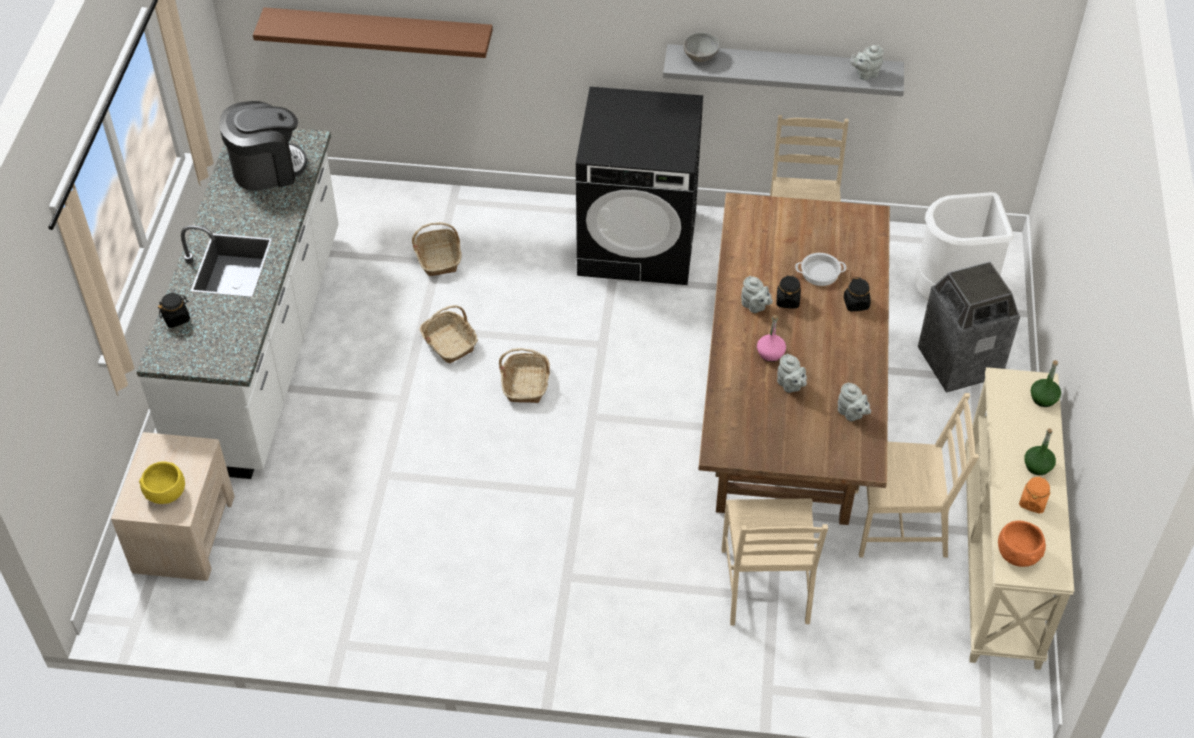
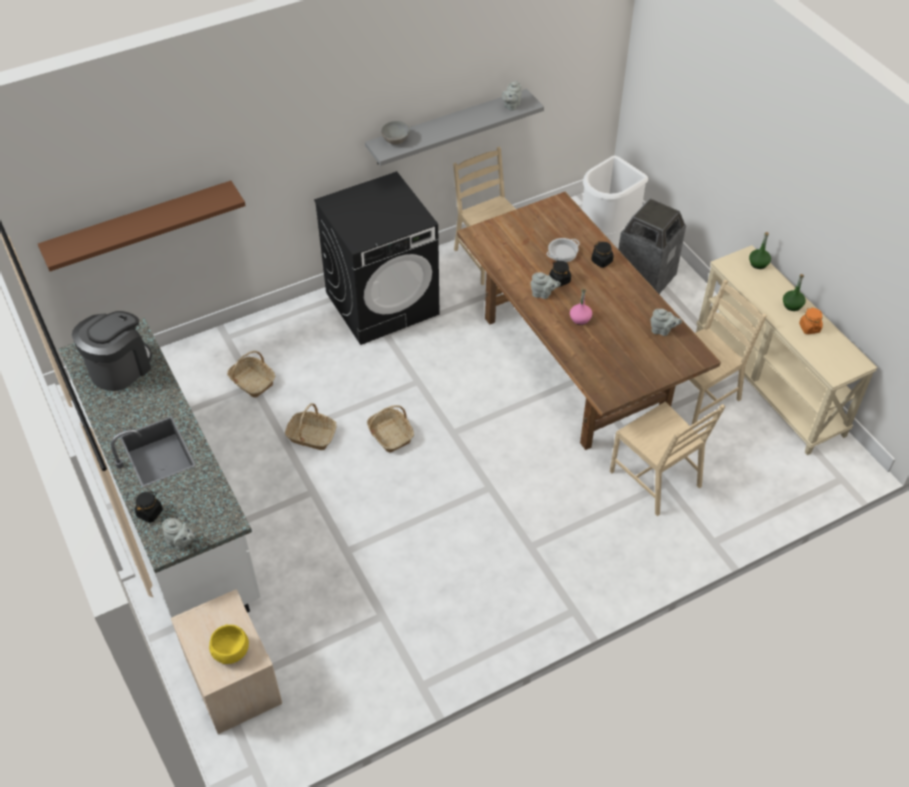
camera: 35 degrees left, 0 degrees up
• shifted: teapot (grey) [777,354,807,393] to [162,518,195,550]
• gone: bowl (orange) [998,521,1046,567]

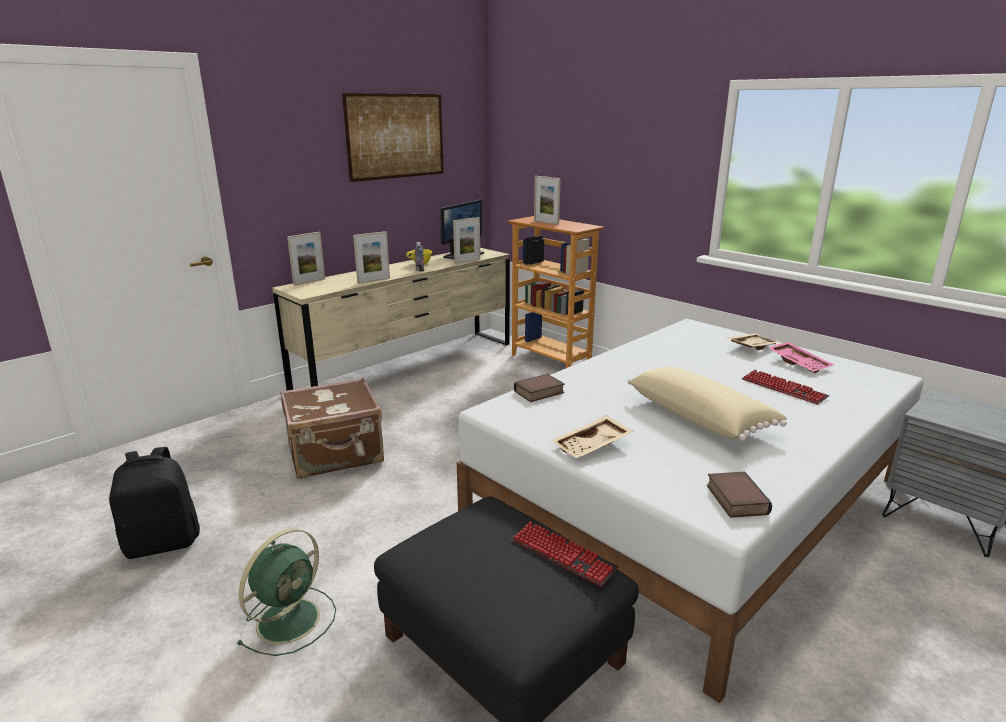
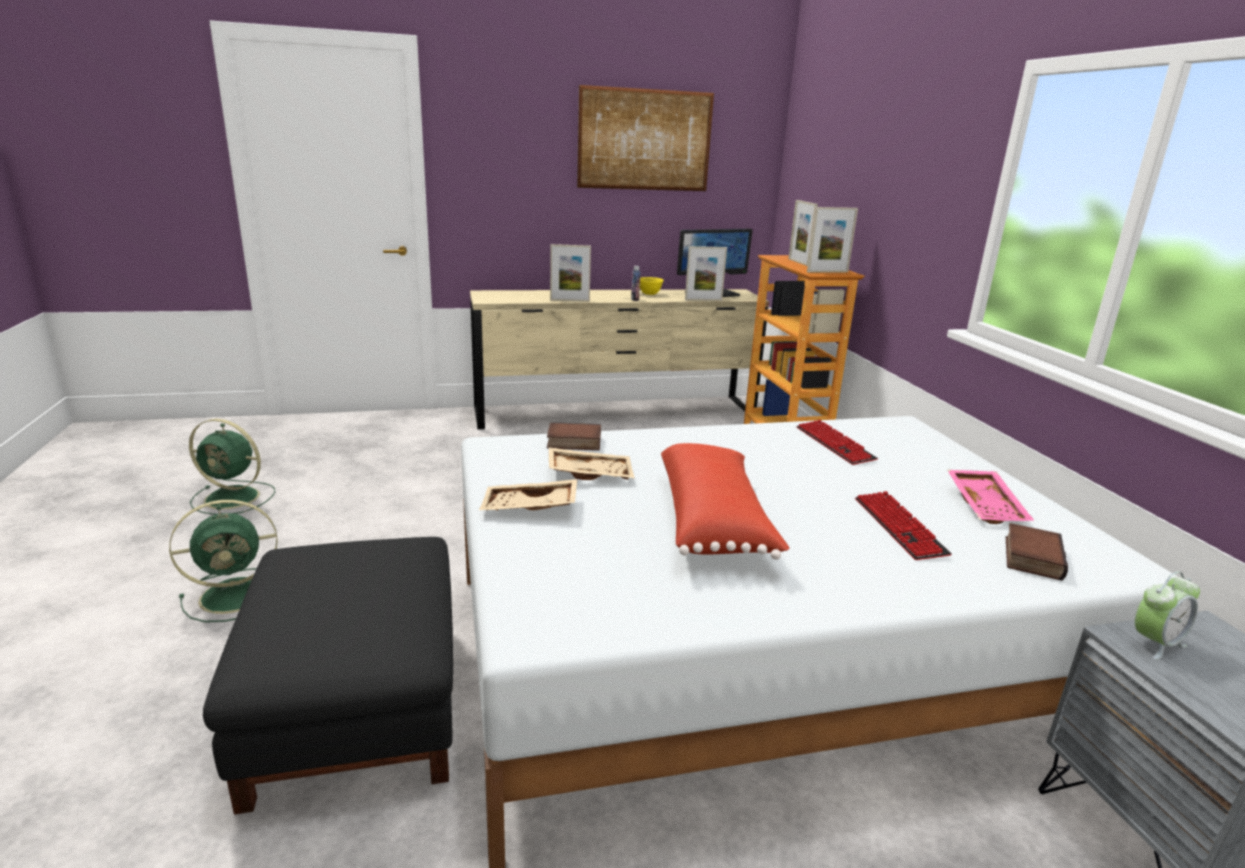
camera: 30 degrees right, 0 degrees up
• swapped: backpack (black) [109,447,200,559] to fan (green) [189,419,275,515]
• shifted: tray (beige) [726,333,780,350] to [549,447,635,480]
• repainted: pillow (beige) [628,367,787,441] to pillow (red) [661,443,789,560]
• shifted: keyboard [512,521,618,587] to [797,420,878,465]
• shifted: picture frame [287,232,325,286] to [807,207,858,273]
• shifted: book [707,472,772,518] to [1006,523,1068,581]
• new: alarm clock [1135,571,1200,660]
• gone: suitcase (brown) [280,378,384,479]

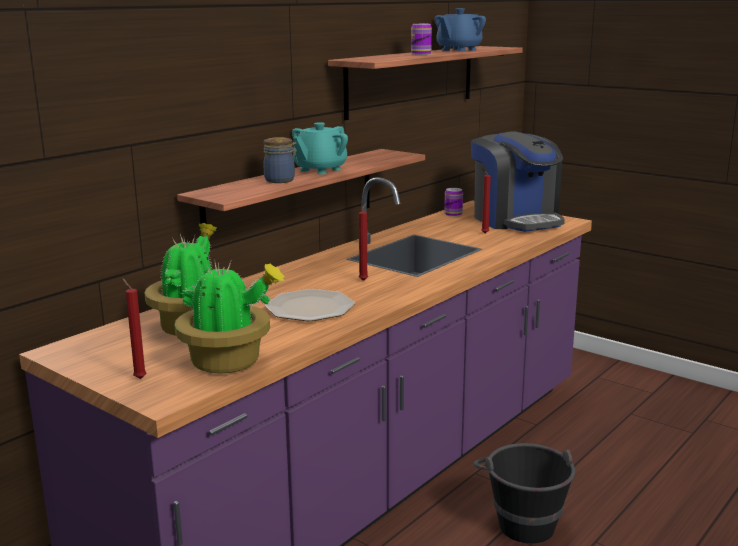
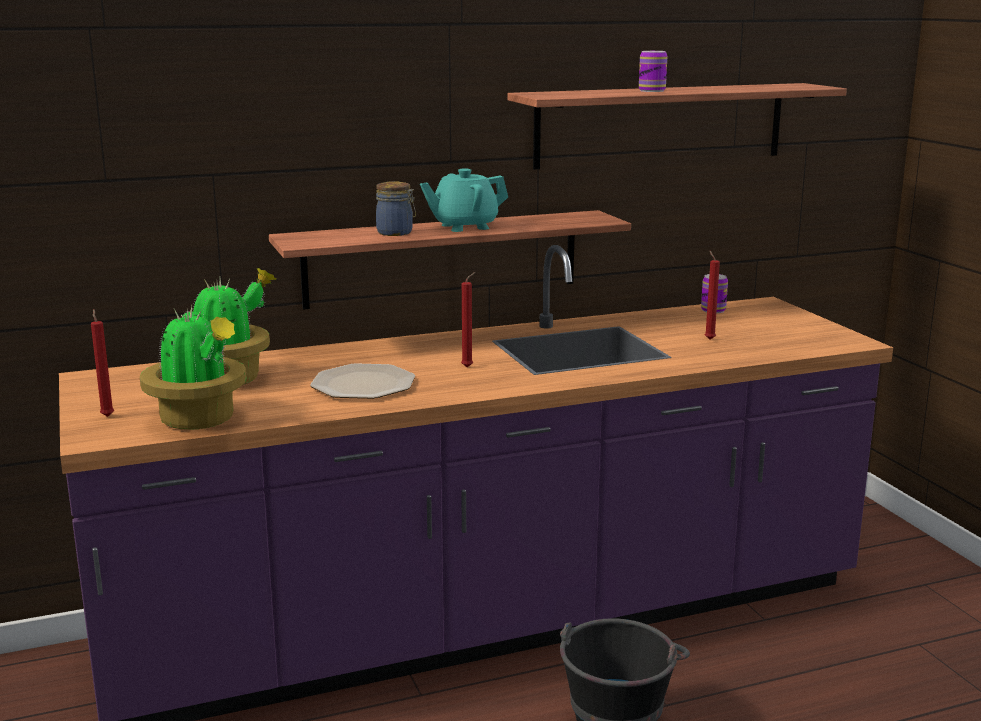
camera: 30 degrees right, 0 degrees up
• gone: teapot (blue) [435,8,486,52]
• gone: coffee machine [471,131,565,232]

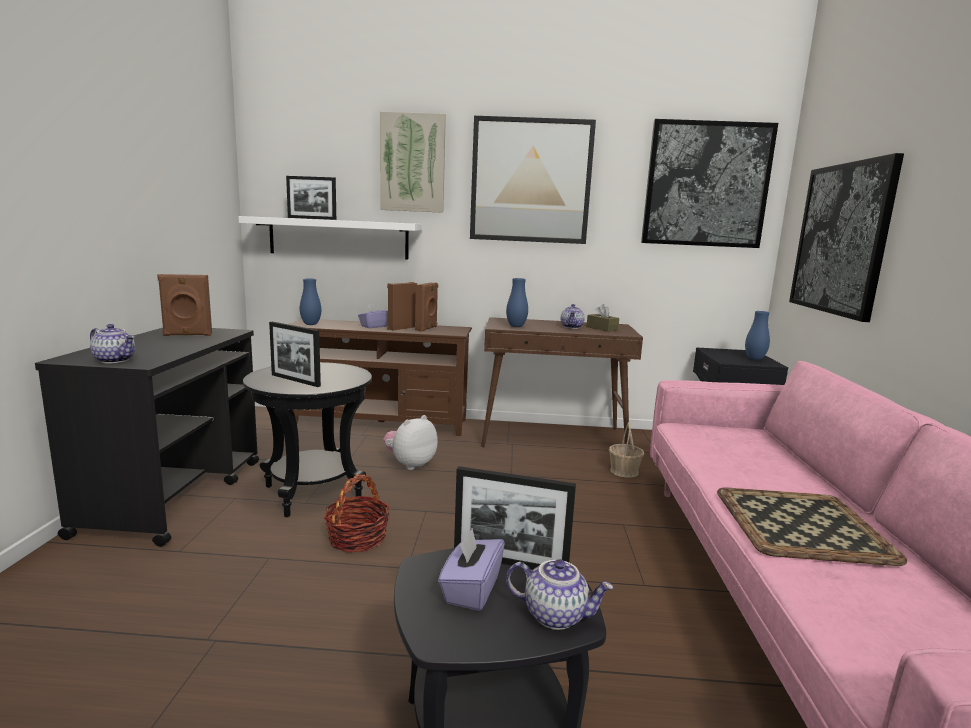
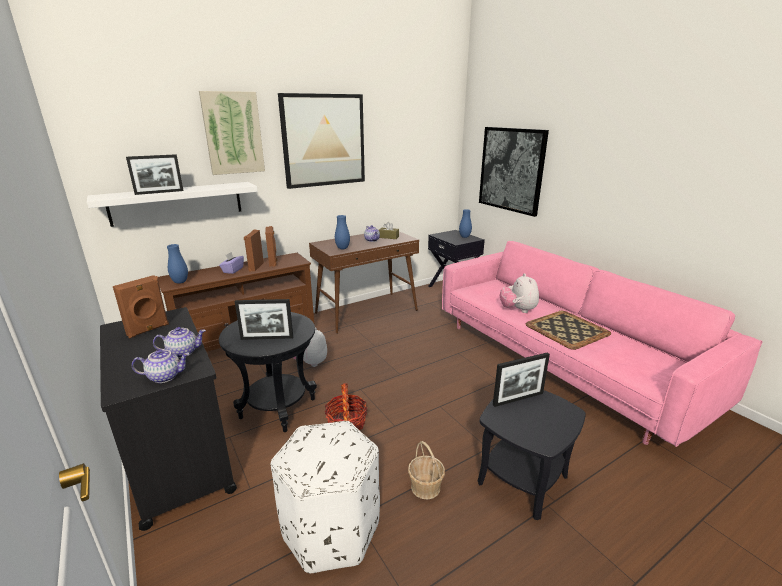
camera: 35 degrees left, 10 degrees up
• shifted: teapot [506,559,613,630] to [153,327,206,358]
• new: ottoman (white) [271,421,380,573]
• shifted: basket [609,422,644,478] to [408,441,445,500]
• new: plush toy [500,273,539,313]
• gone: tissue box (purple) [438,528,505,611]
• gone: picture [641,119,778,248]

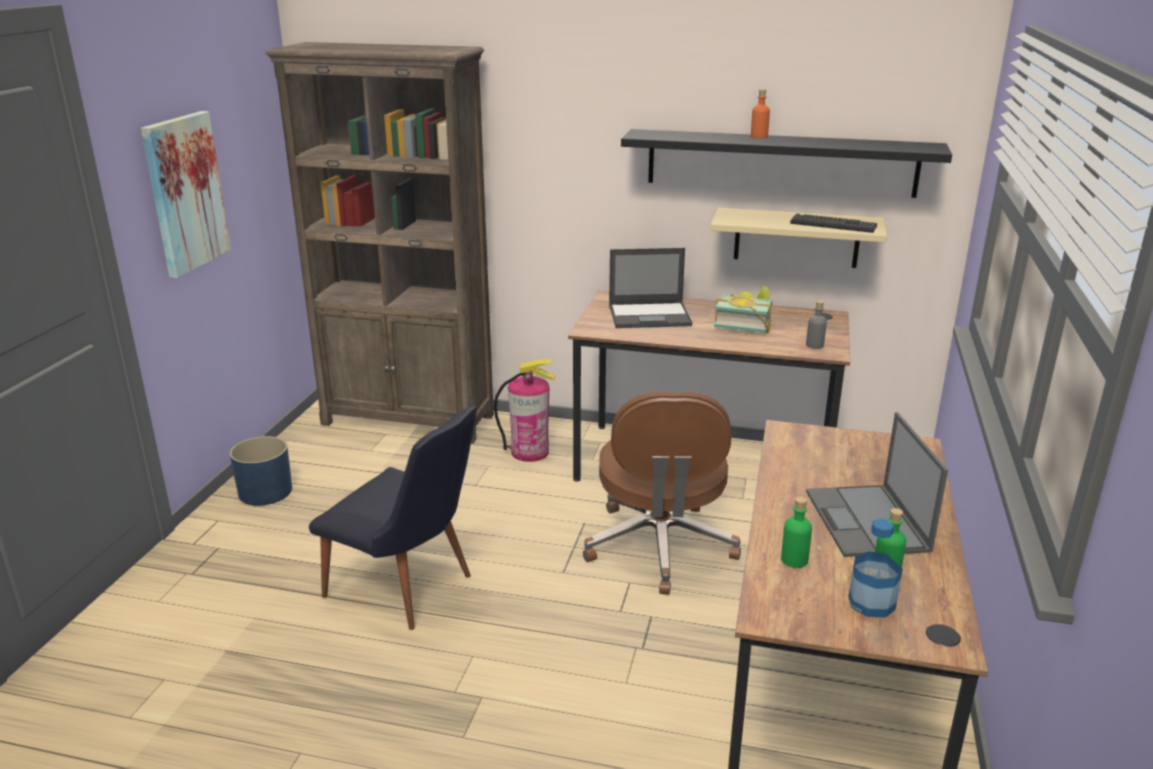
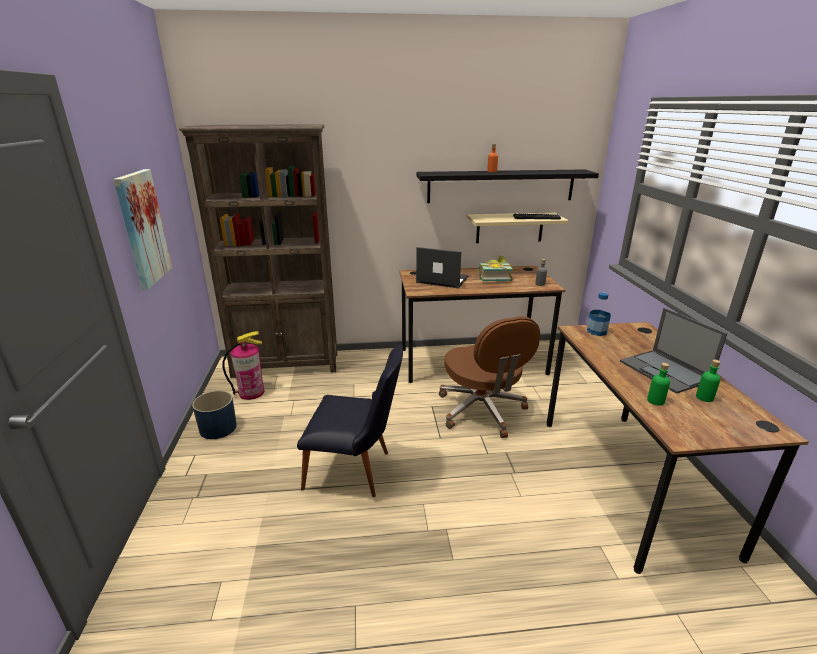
camera: 20 degrees left, 0 degrees up
• shifted: fire extinguisher [494,359,555,462] to [223,331,264,400]
• rotated: laptop [609,248,693,328] = [416,247,468,288] 135 degrees counterclockwise
• shifted: bottle [848,518,903,618] to [587,292,611,336]

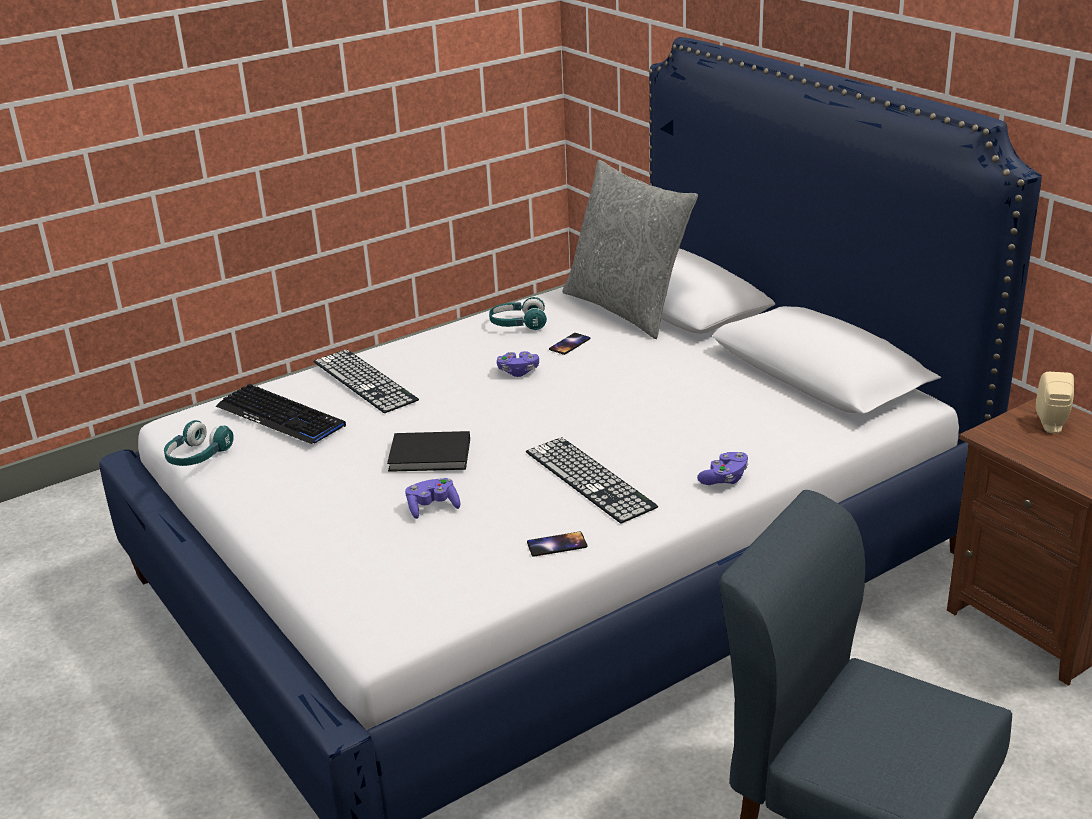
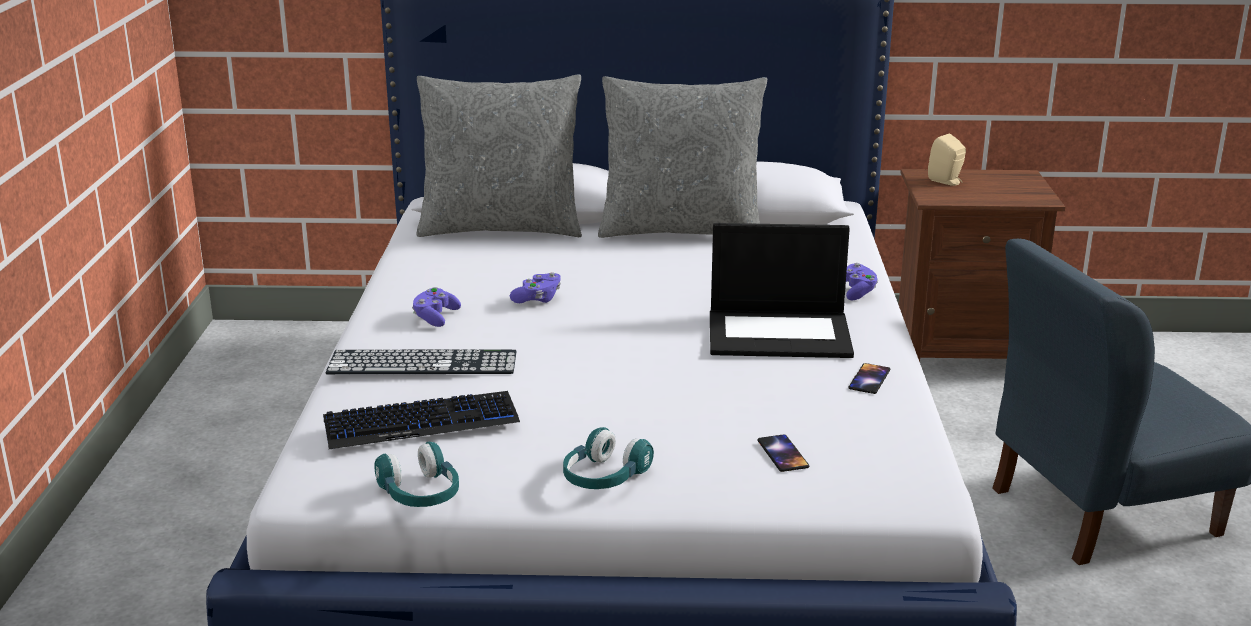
camera: 55 degrees left, 5 degrees down
• shifted: game controller (purple) [405,478,460,519] to [412,287,461,327]
• shifted: headphones (turquoise) [489,297,547,330] to [563,427,654,489]
• new: pillow (grey) [598,76,767,238]
• swapped: keyboard [526,437,658,523] to laptop [710,223,854,358]
• shifted: phone [549,333,590,355] to [757,434,809,472]
• gone: book (black) [387,431,470,472]

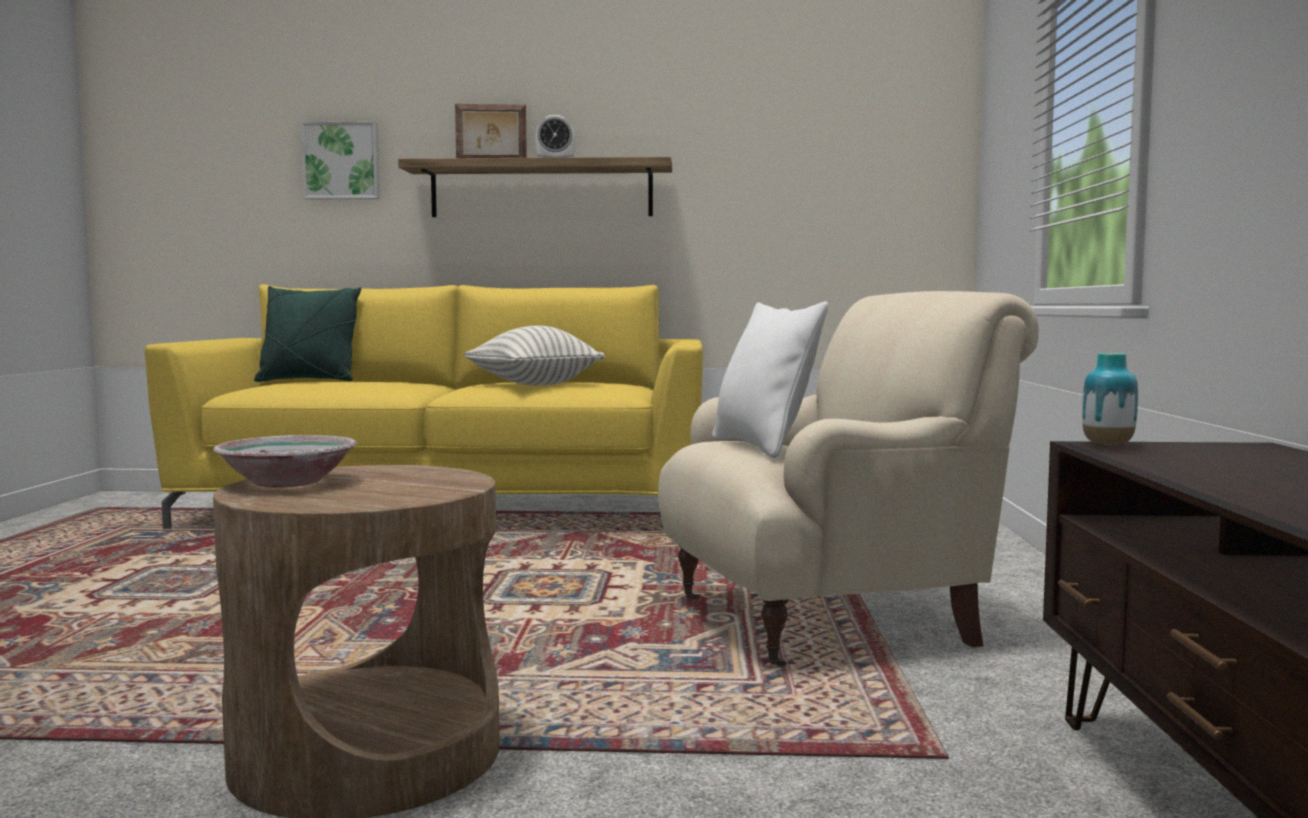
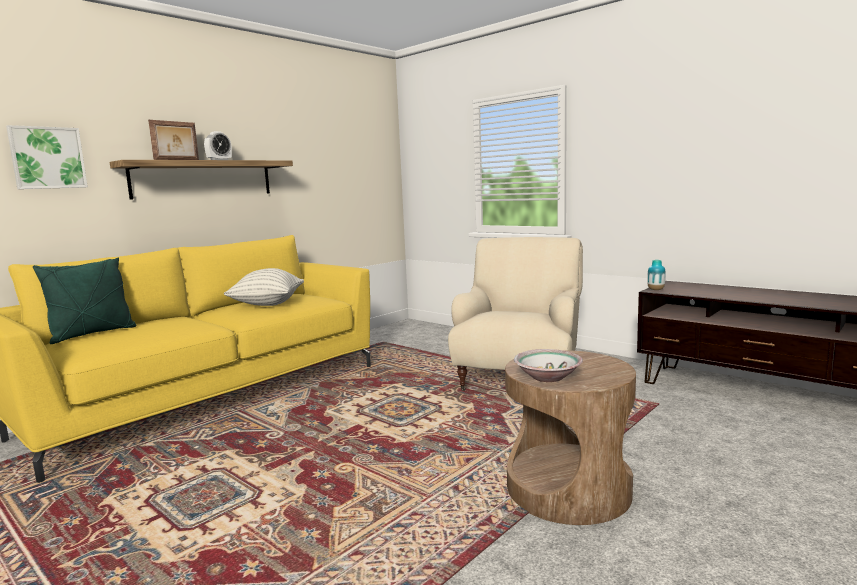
camera: 50 degrees left, 5 degrees up
• gone: pillow (white) [712,301,828,458]

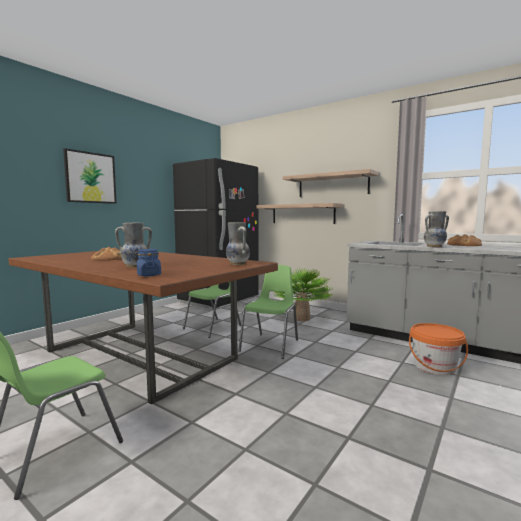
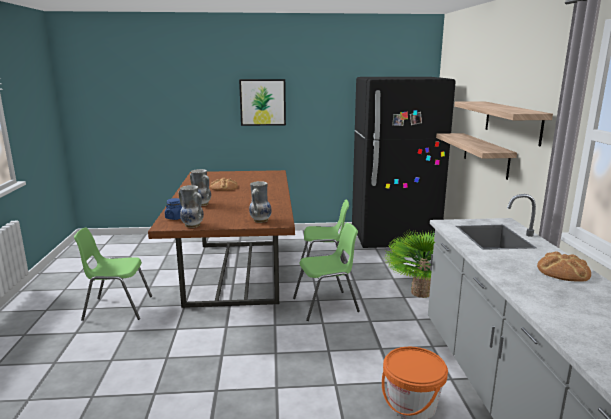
camera: 50 degrees right, 10 degrees up
• shifted: vase [424,211,449,247] to [179,185,204,228]

